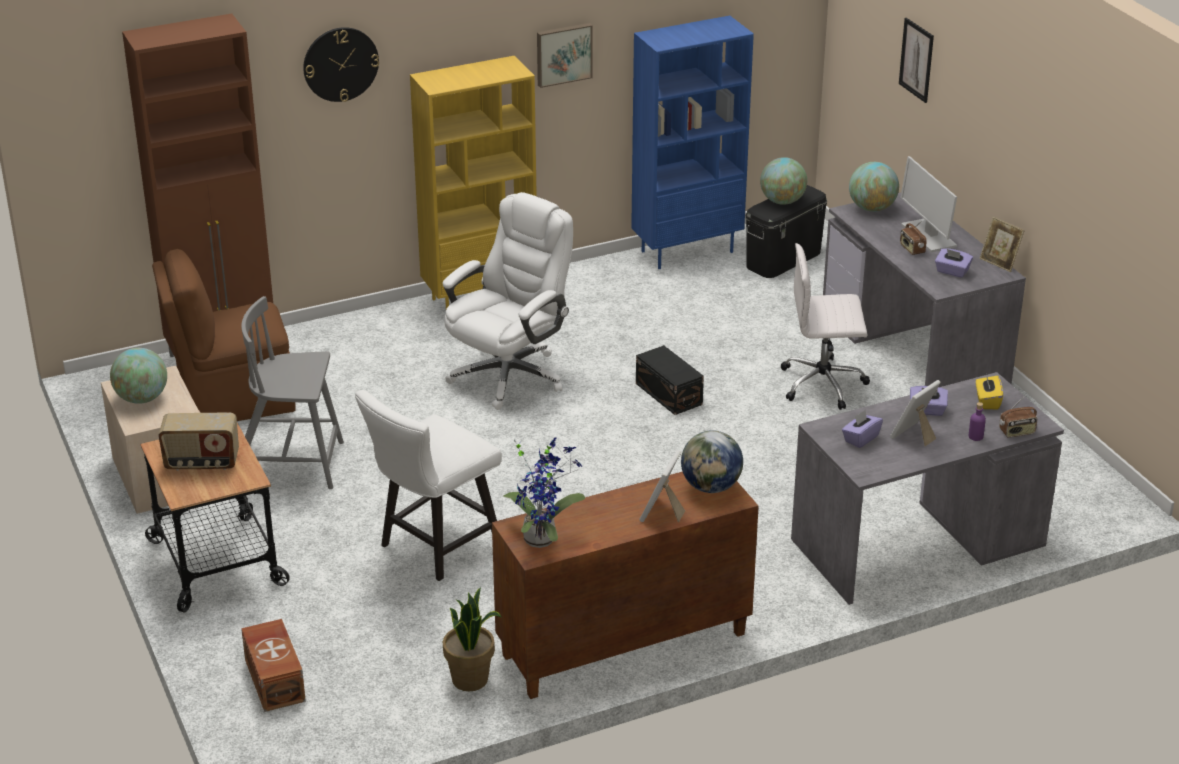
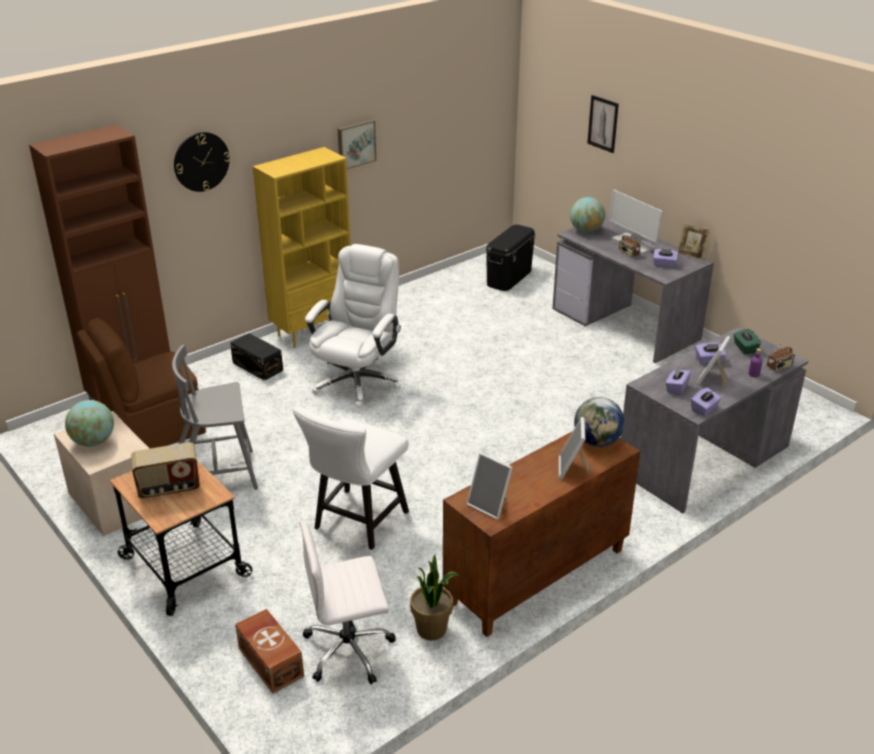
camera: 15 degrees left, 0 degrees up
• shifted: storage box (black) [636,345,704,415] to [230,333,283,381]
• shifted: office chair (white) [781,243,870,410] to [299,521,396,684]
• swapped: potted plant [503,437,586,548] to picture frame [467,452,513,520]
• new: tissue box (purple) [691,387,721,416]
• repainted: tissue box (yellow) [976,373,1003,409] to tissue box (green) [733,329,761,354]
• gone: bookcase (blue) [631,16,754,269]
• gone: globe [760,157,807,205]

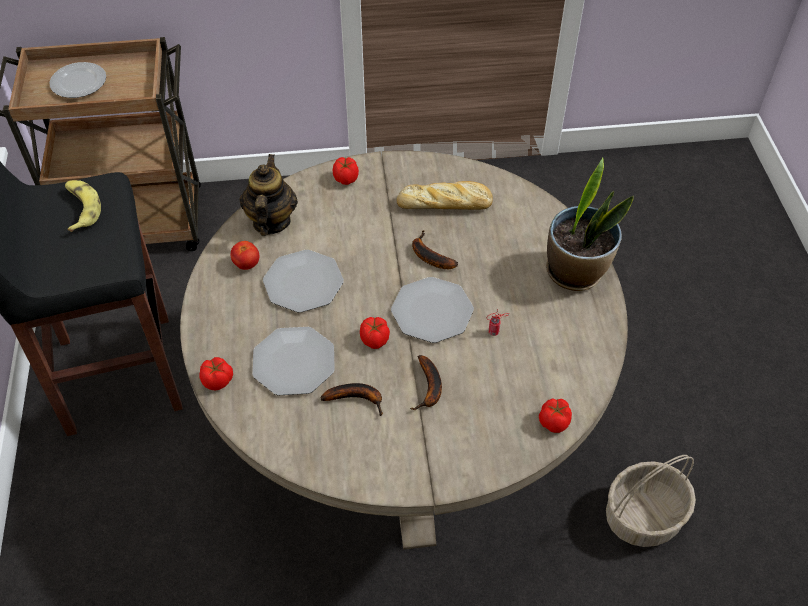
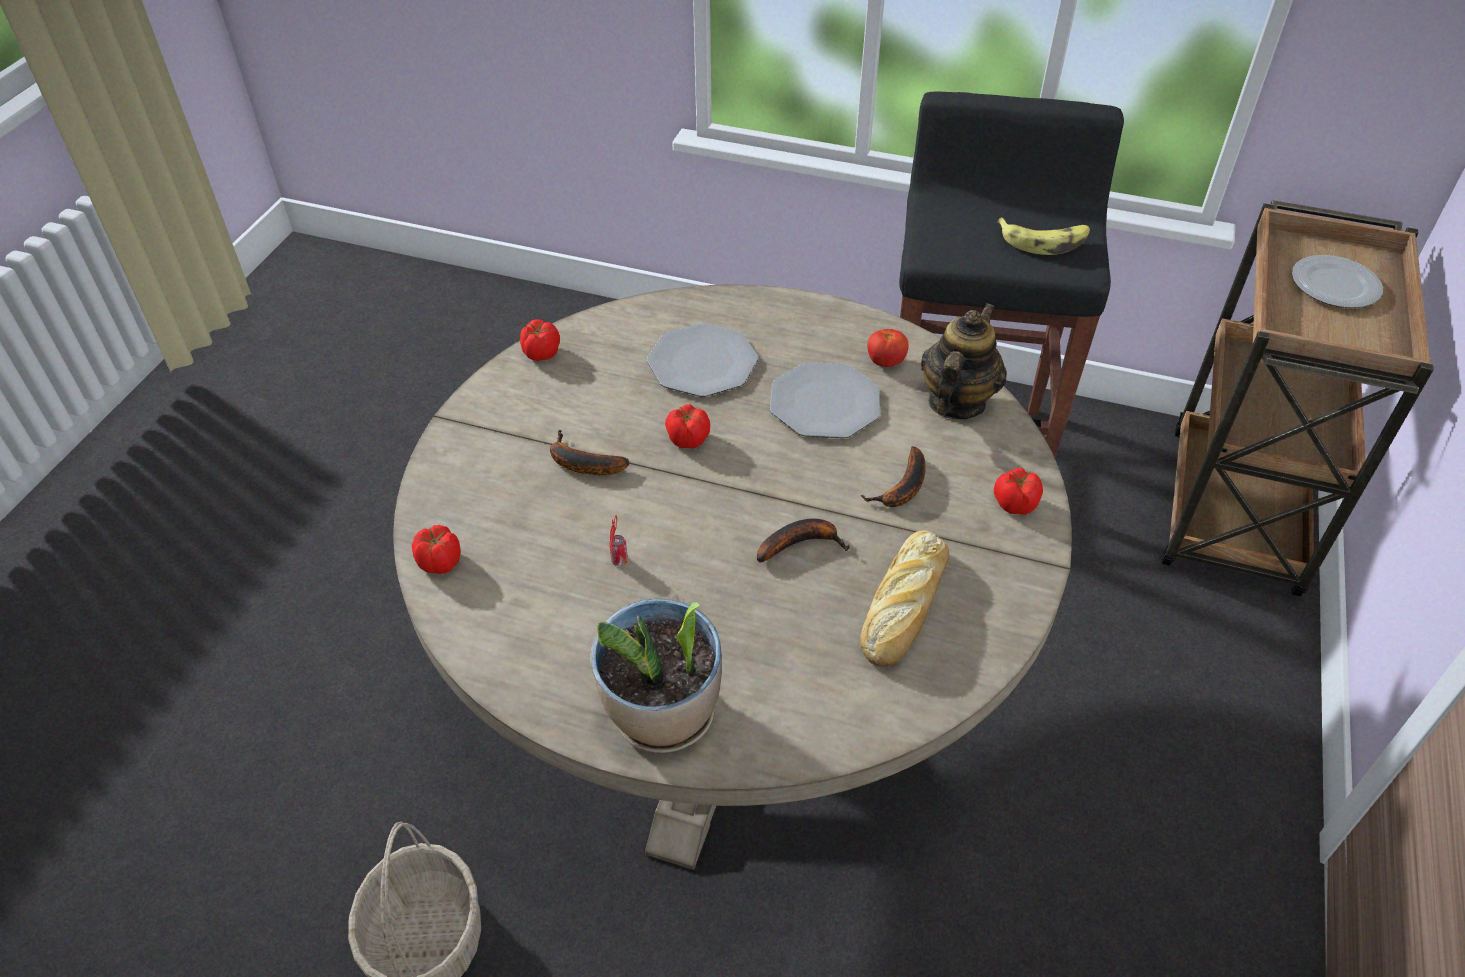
camera: 115 degrees right, 5 degrees down
• shifted: tomato [199,357,233,391] to [520,319,560,361]
• shifted: banana [321,383,383,416] to [860,446,926,507]
• rotated: teapot [240,154,298,236] = [921,303,1007,419] 90 degrees counterclockwise
• gone: plate [391,277,474,343]

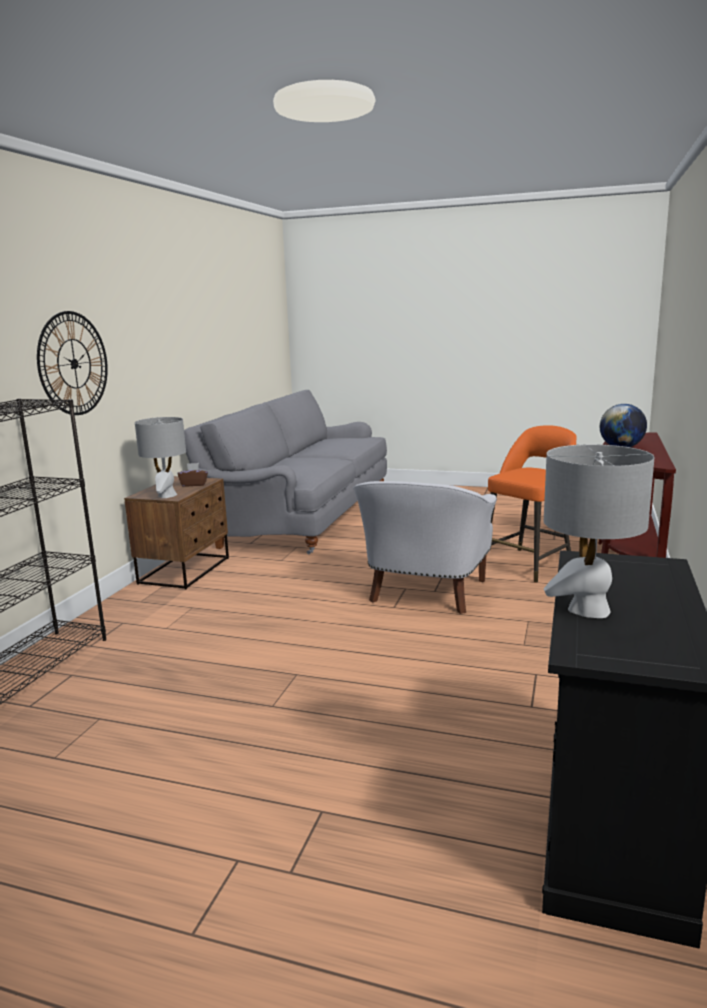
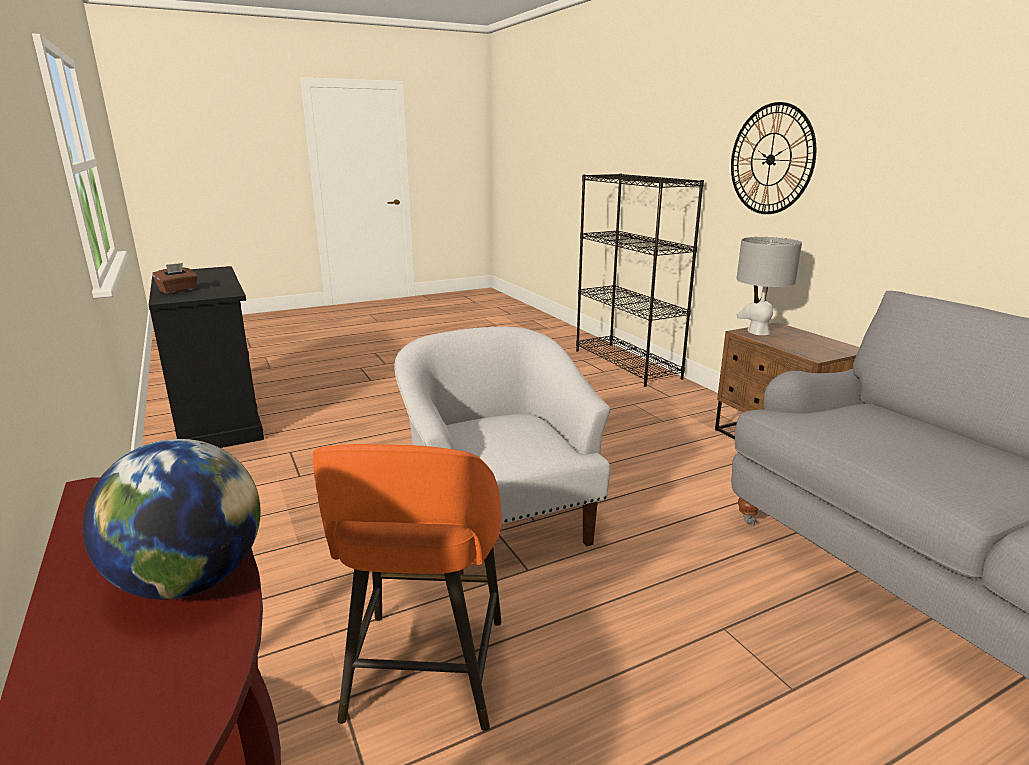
camera: 135 degrees right, 5 degrees up
• shifted: tissue box (brown) [178,463,208,487] to [152,263,198,294]
• gone: table lamp (grey) [544,444,655,618]

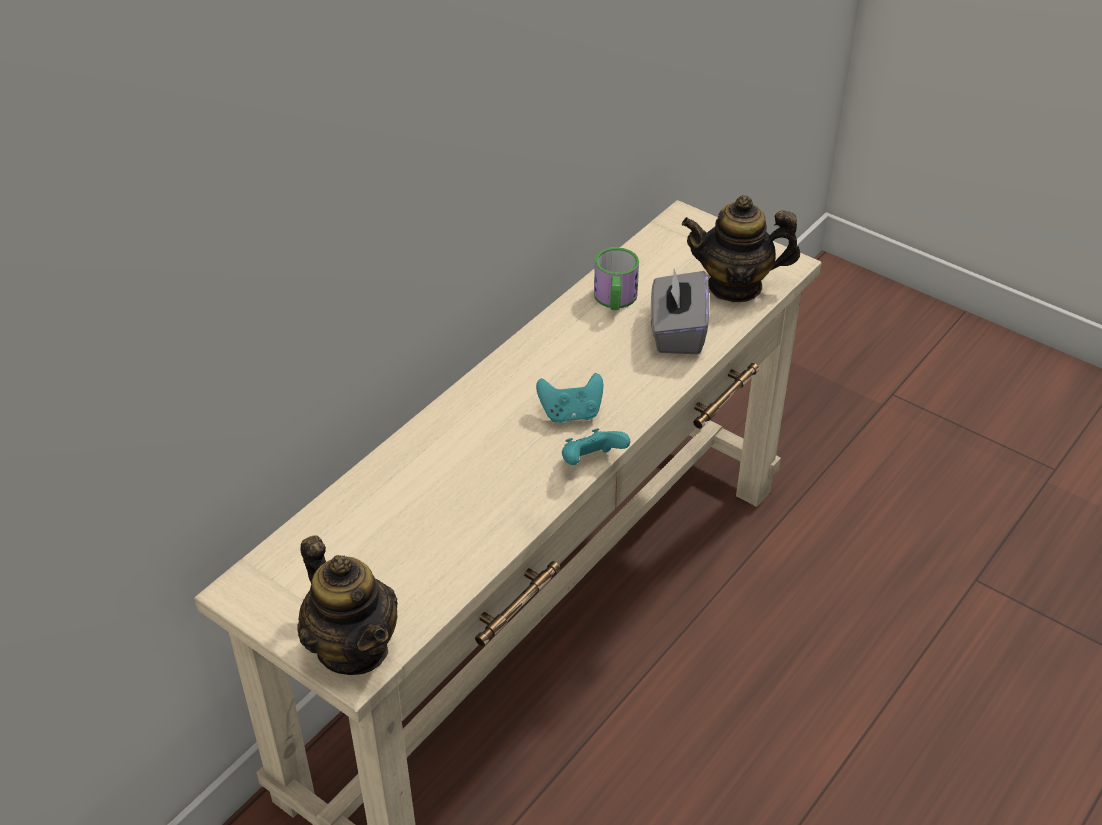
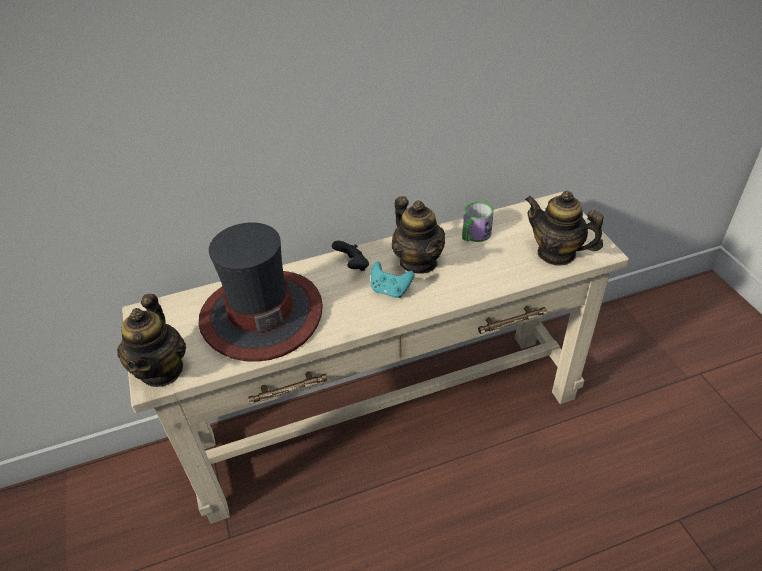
camera: 35 degrees right, 0 degrees up
• new: hat [198,223,323,362]
• new: game controller (black) [332,241,369,271]
• new: teapot [392,196,445,274]
• gone: game controller (turquoise) [562,428,630,465]
• gone: tissue box (grey) [651,269,709,354]

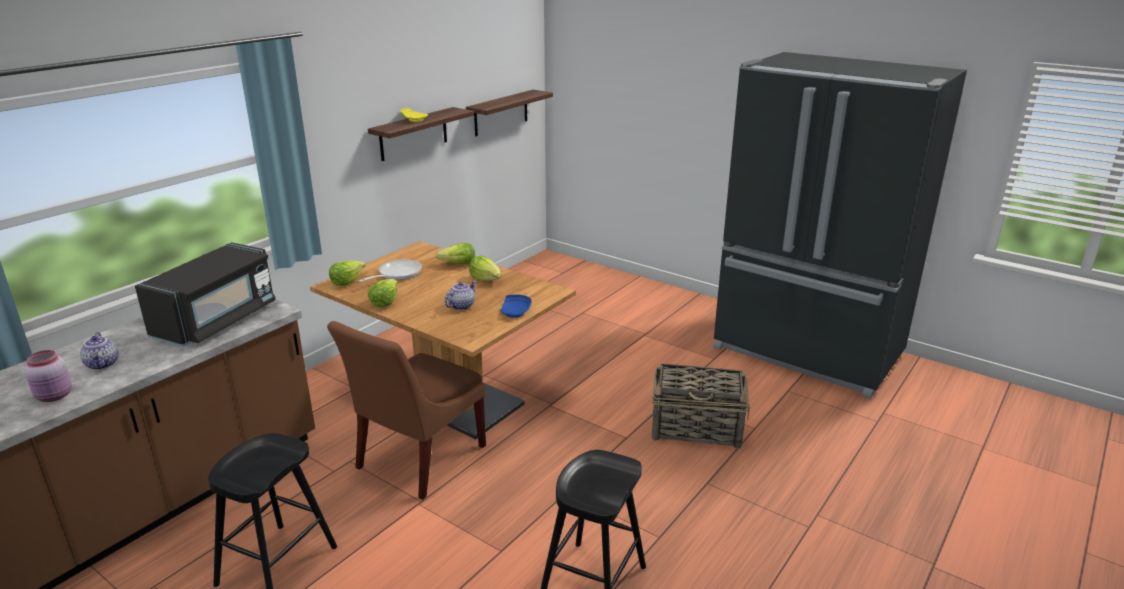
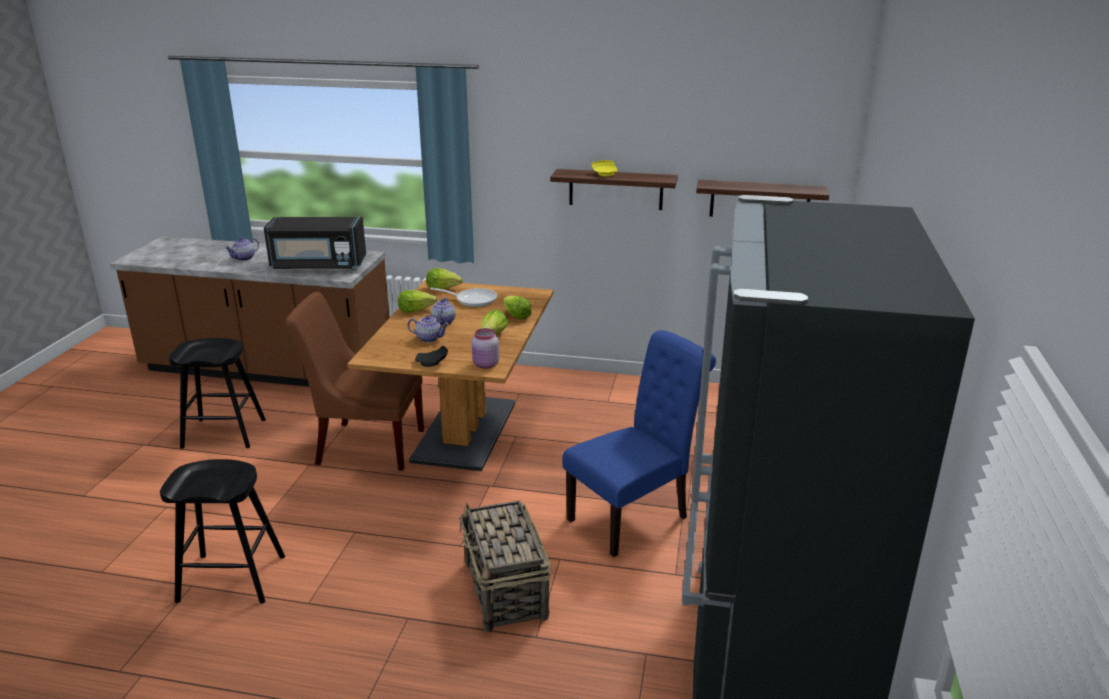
camera: 65 degrees right, 0 degrees up
• repainted: plate (blue) [500,295,532,318] to plate (black) [415,346,448,367]
• new: teapot [430,298,455,325]
• shifted: jar (pink) [24,350,72,402] to [472,328,499,369]
• new: chair (blue) [562,330,716,557]

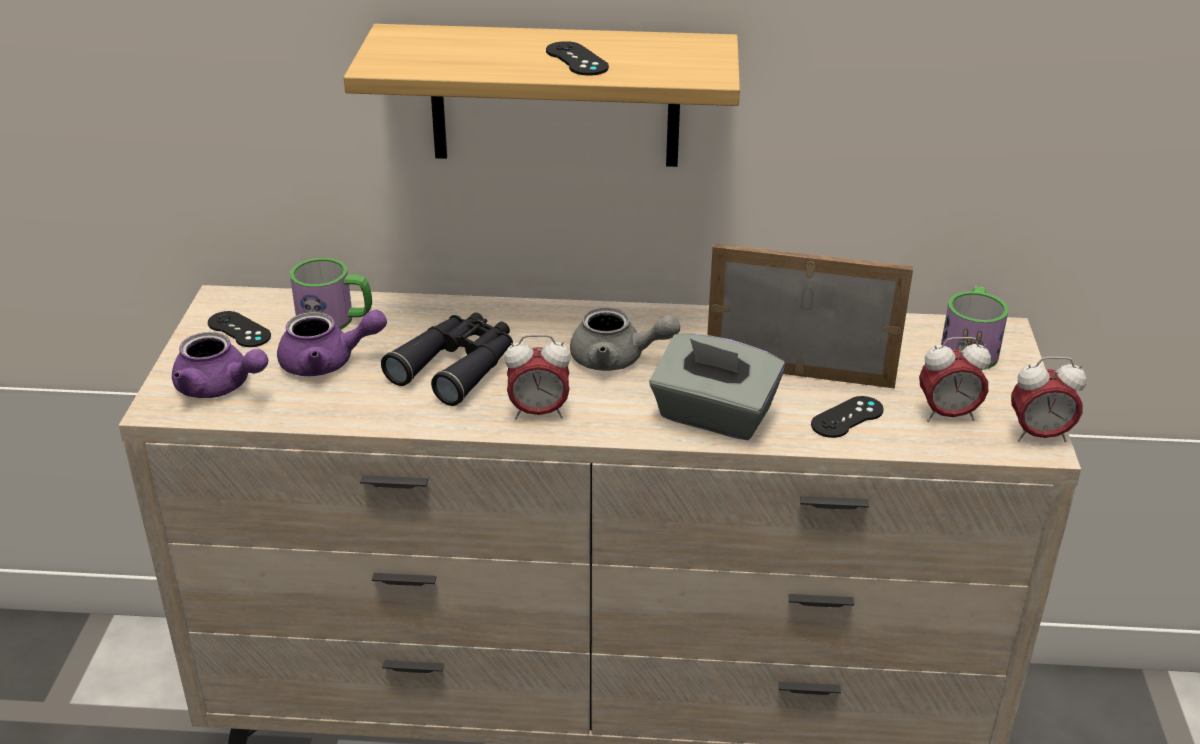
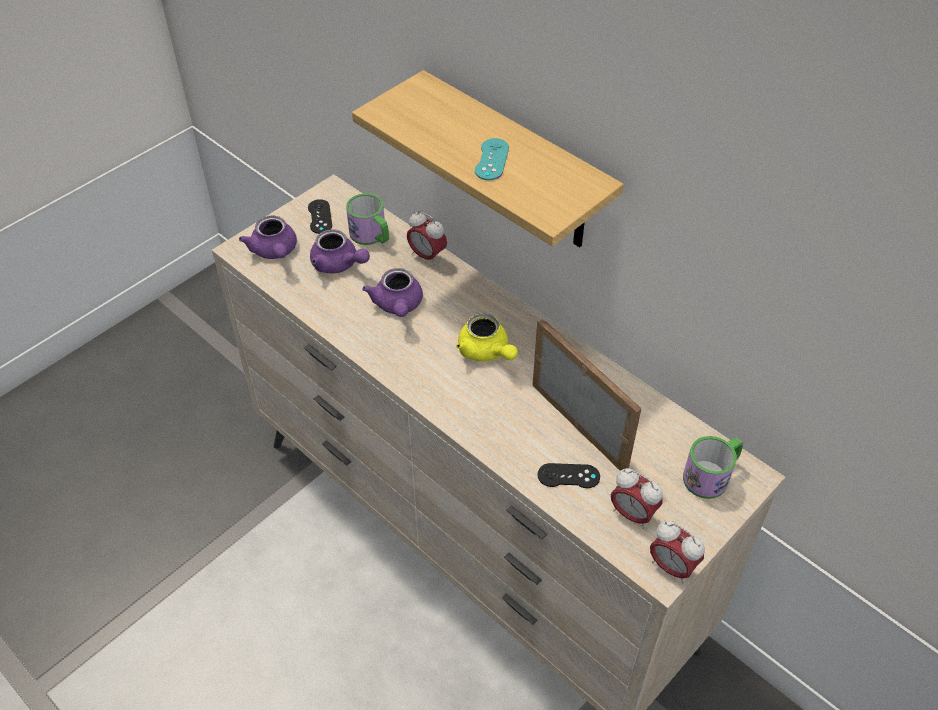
camera: 40 degrees right, 15 degrees up
• swapped: binoculars (black) [381,312,513,406] to teapot (purple) [362,268,423,317]
• shifted: alarm clock [504,335,571,419] to [407,211,447,266]
• repainted: teapot (grey) [570,307,680,371] to teapot (yellow) [456,313,518,362]
• repainted: game controller (black) [546,41,609,76] to game controller (turquoise) [475,138,509,180]
• gone: tissue box (grey) [649,333,785,440]

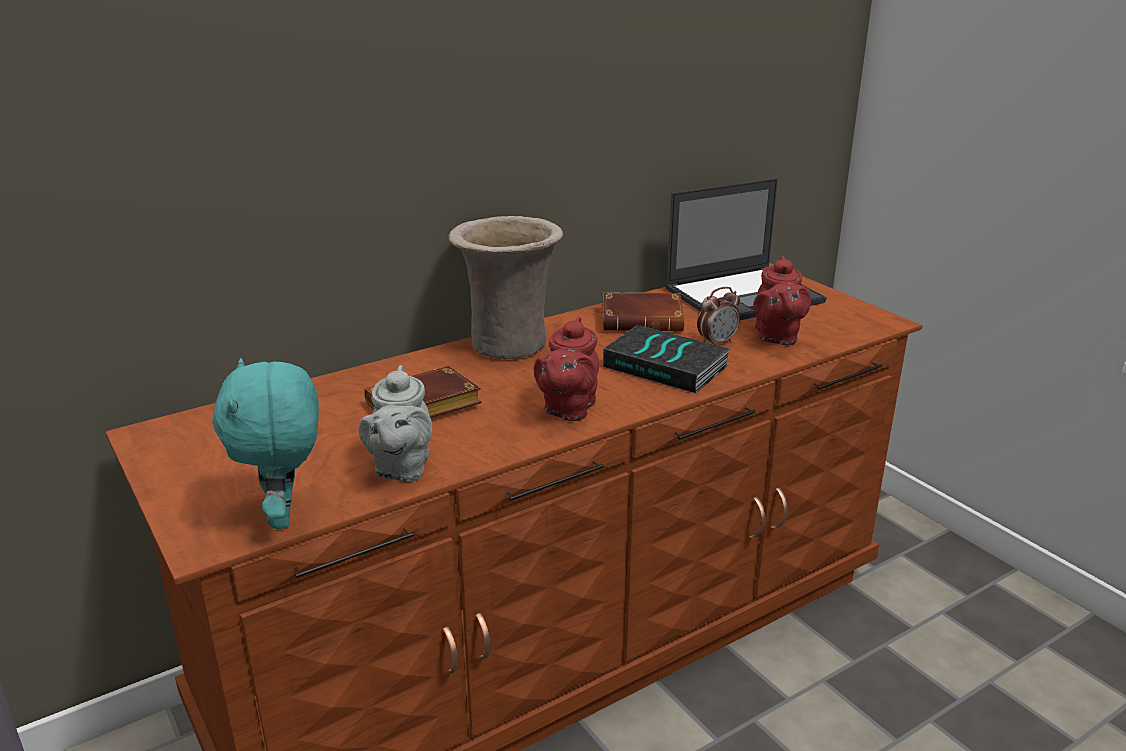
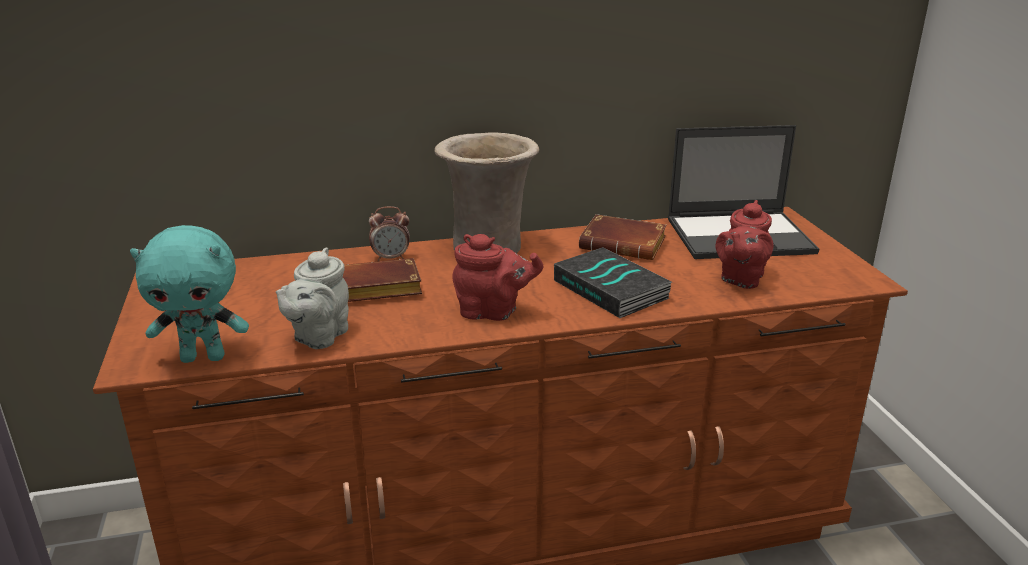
camera: 20 degrees right, 0 degrees up
• rotated: plush toy (turquoise) [212,358,319,529] = [130,225,249,363] 105 degrees counterclockwise
• shifted: alarm clock [697,287,740,344] to [369,206,410,261]
• rotated: teapot (red) [534,317,599,421] = [452,234,543,321] 120 degrees counterclockwise

